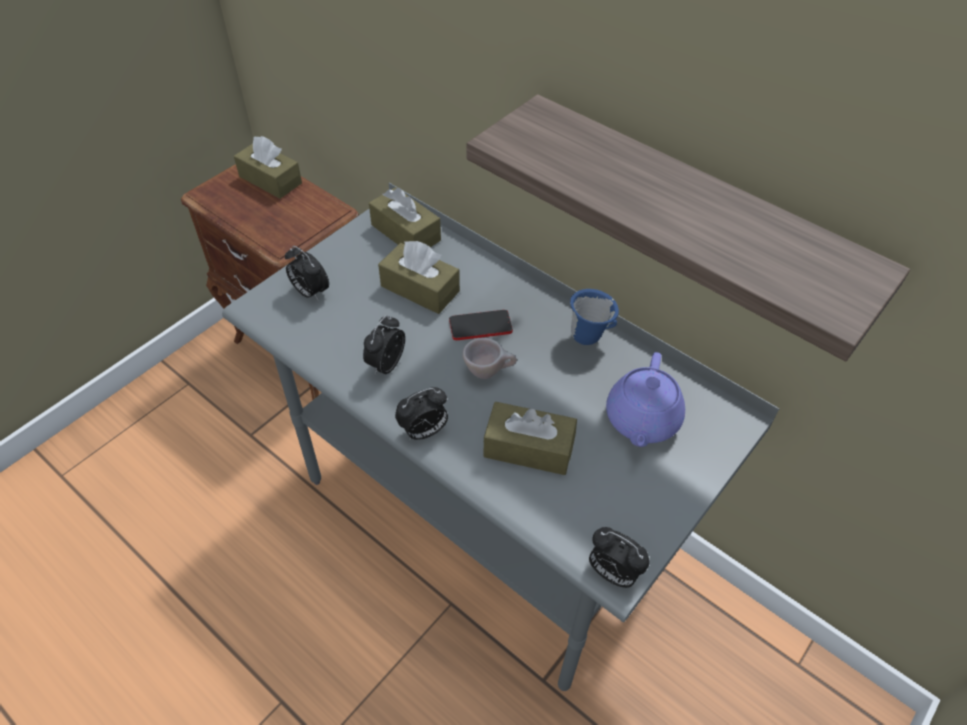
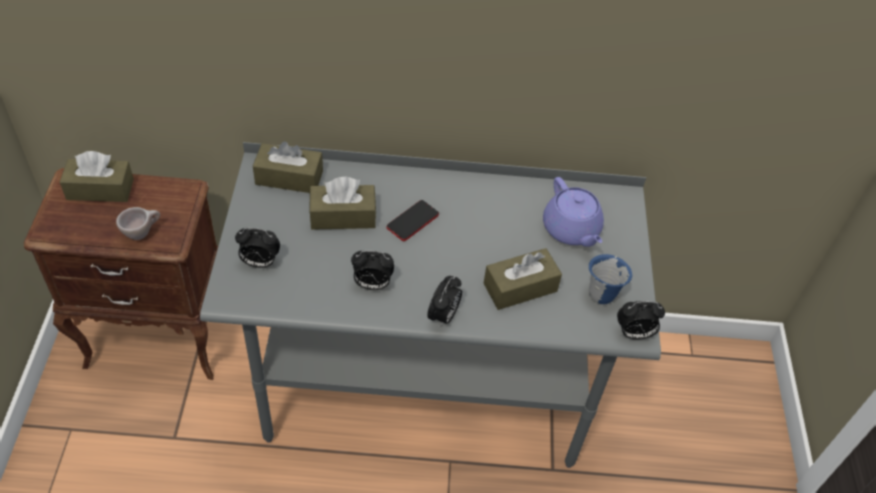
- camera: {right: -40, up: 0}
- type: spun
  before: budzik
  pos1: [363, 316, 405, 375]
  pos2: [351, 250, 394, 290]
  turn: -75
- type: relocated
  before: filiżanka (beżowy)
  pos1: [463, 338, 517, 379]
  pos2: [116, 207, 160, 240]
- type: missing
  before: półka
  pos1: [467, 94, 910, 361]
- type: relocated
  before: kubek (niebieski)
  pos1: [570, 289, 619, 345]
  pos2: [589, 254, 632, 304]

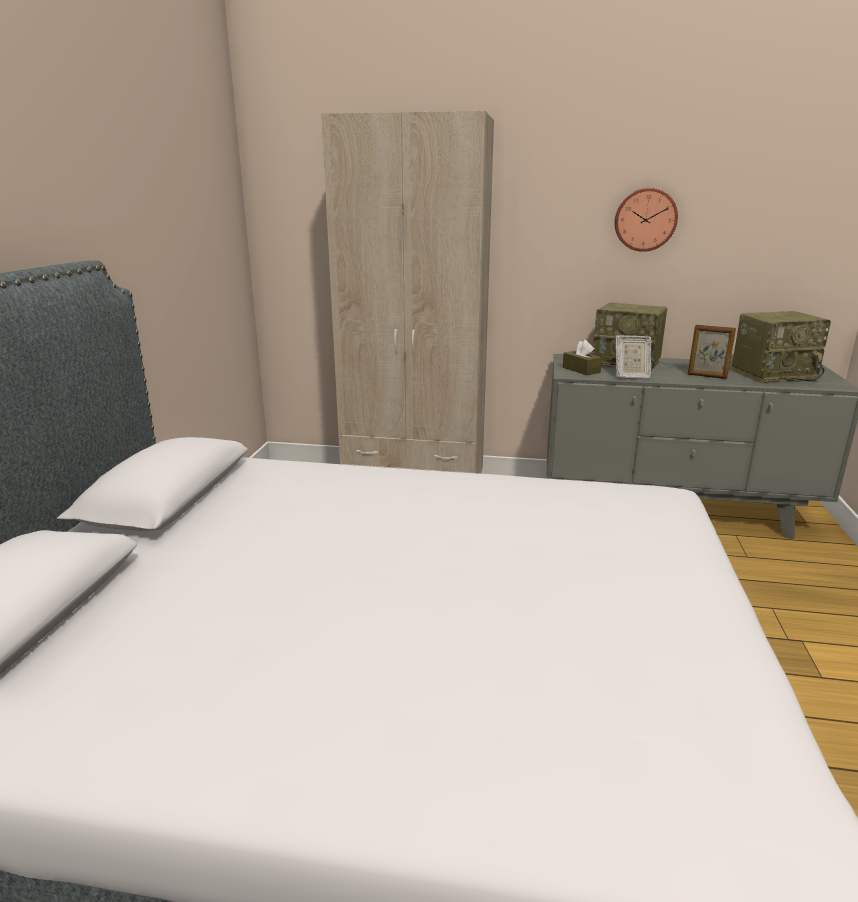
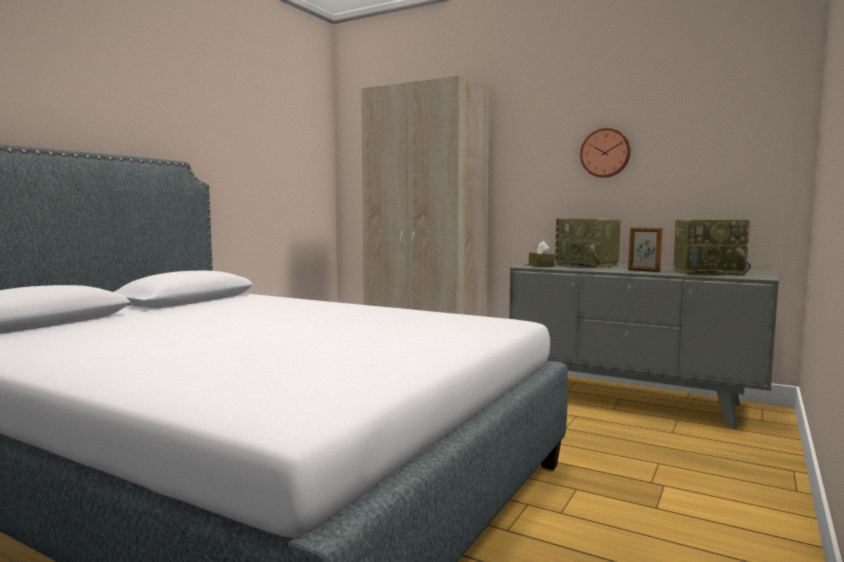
- camera: {right: 20, up: -15}
- type: missing
  before: ramka na zdjęcie
  pos1: [615, 335, 651, 379]

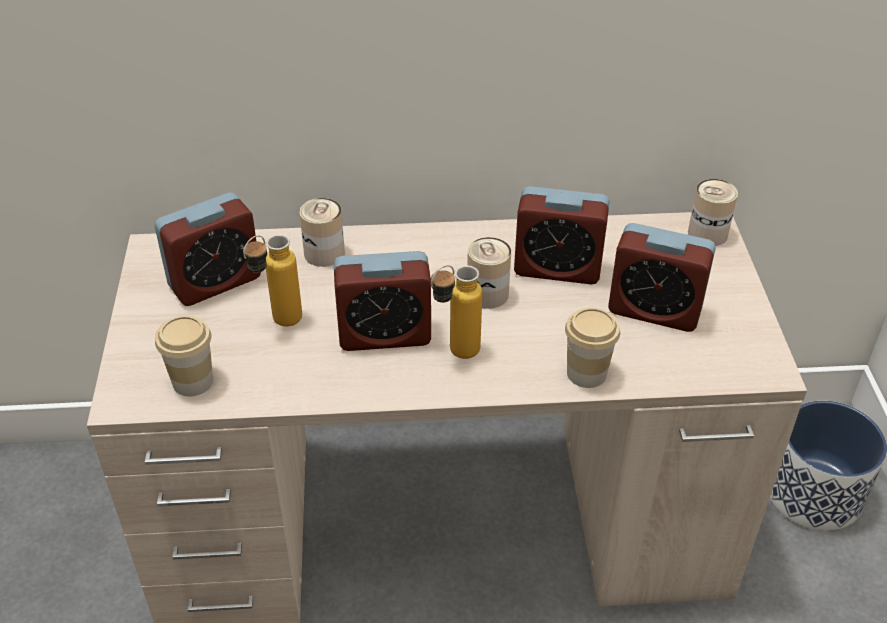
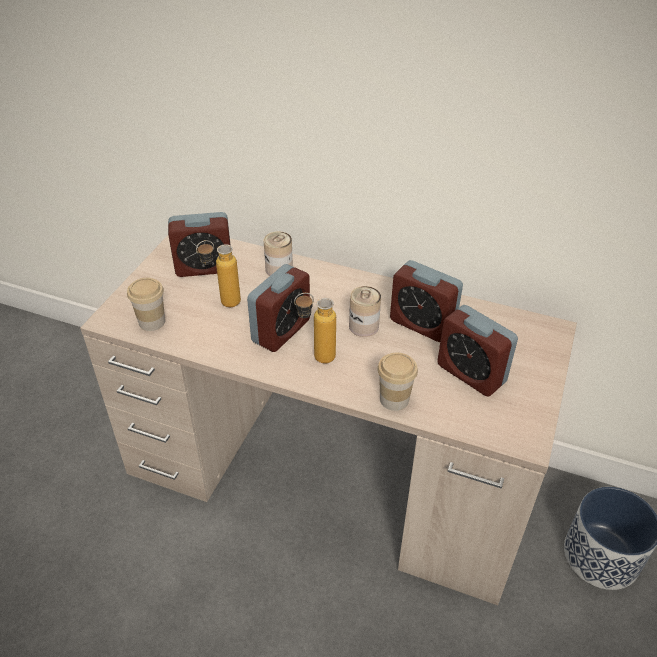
- camera: {right: 25, up: 0}
- type: spun
  before: budzik
  pos1: [334, 251, 431, 351]
  pos2: [247, 264, 310, 352]
  turn: -75
- type: missing
  before: puszka
  pos1: [688, 179, 738, 246]

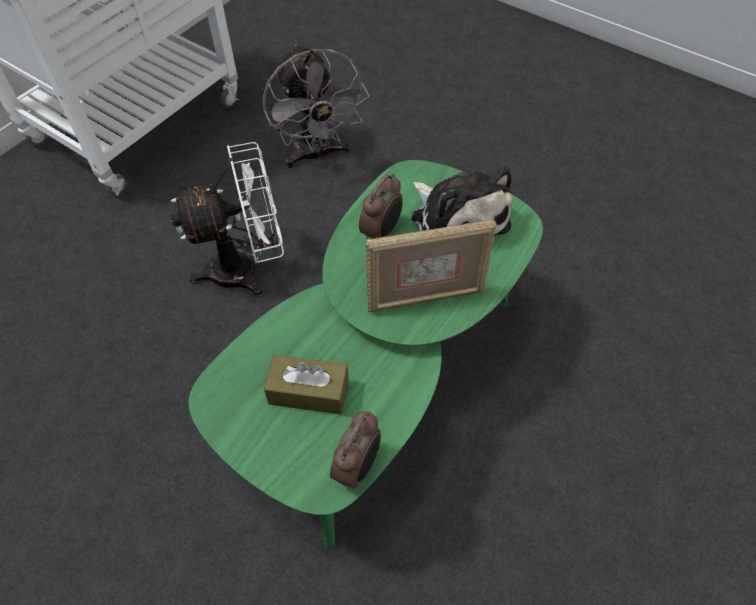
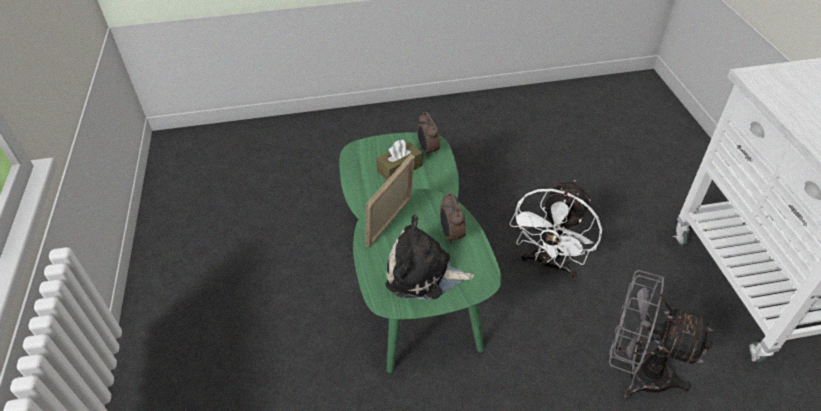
- camera: {right: 135, up: -10}
- type: relocated
  before: budzik
  pos1: [330, 411, 381, 488]
  pos2: [417, 112, 440, 157]

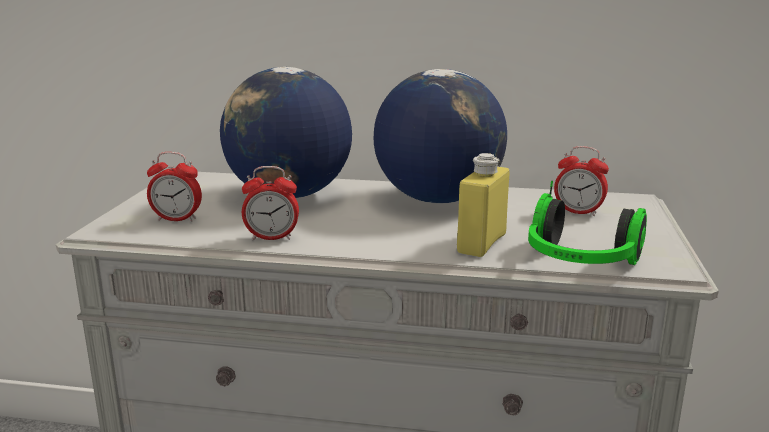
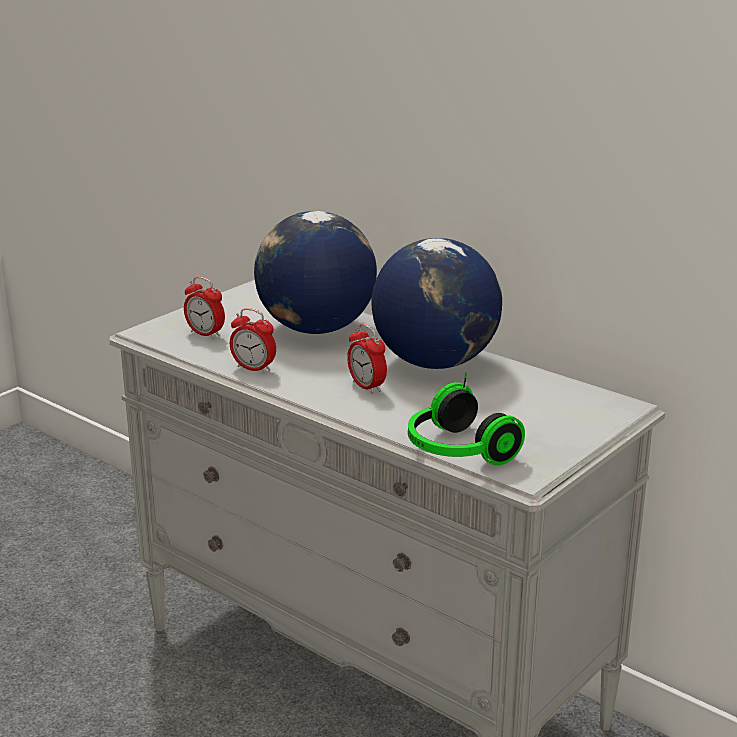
- camera: {right: 30, up: 5}
- type: missing
  before: butelka (żółty)
  pos1: [457, 153, 509, 257]
- type: relocated
  before: budzik
  pos1: [554, 146, 609, 216]
  pos2: [347, 324, 387, 394]

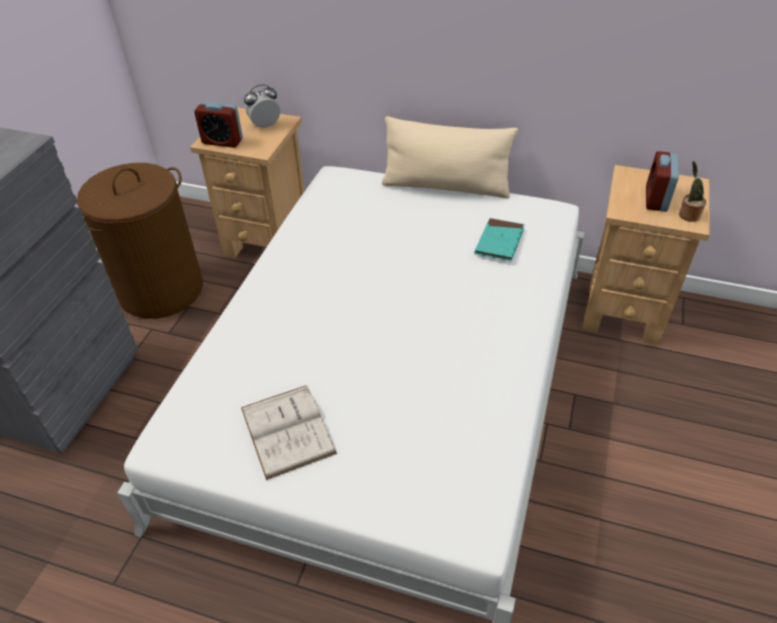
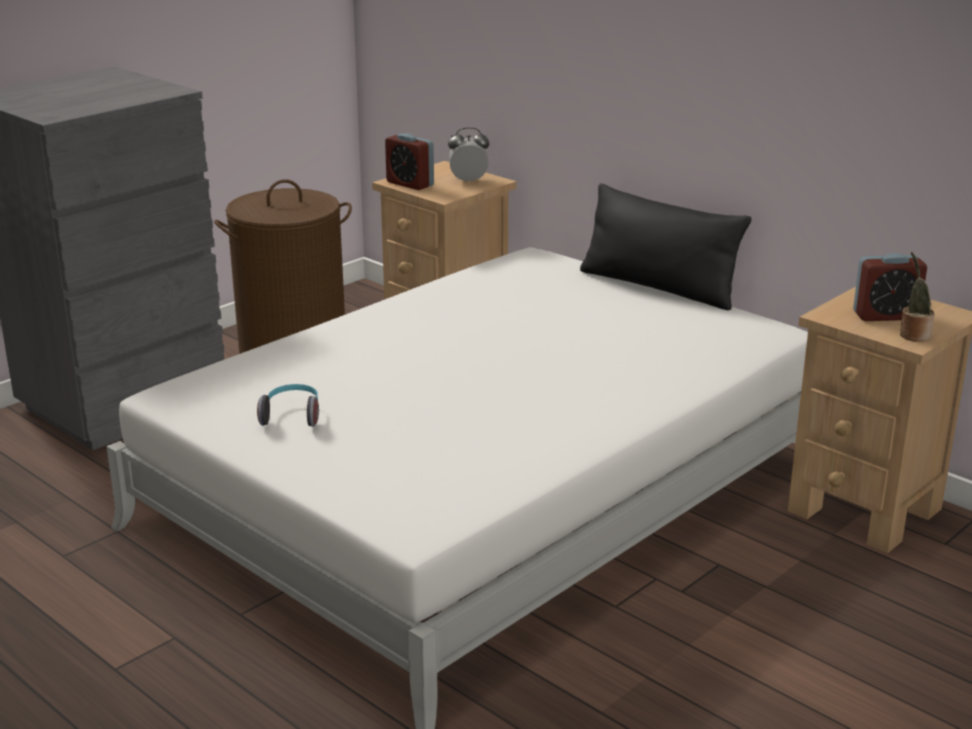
- camera: {right: 25, up: -20}
- type: exchanged
  before: książka (biały)
  after: słuchawki
  pos1: [241, 385, 337, 480]
  pos2: [257, 384, 319, 427]
- type: colour
  before: poduszka (beżowy)
  after: poduszka (czarny)
  pos1: [382, 116, 518, 198]
  pos2: [580, 183, 751, 310]
- type: missing
  before: książka (turkusowy)
  pos1: [475, 218, 525, 261]
- type: spun
  before: budzik
  pos1: [646, 151, 679, 212]
  pos2: [853, 253, 927, 321]
  turn: -135

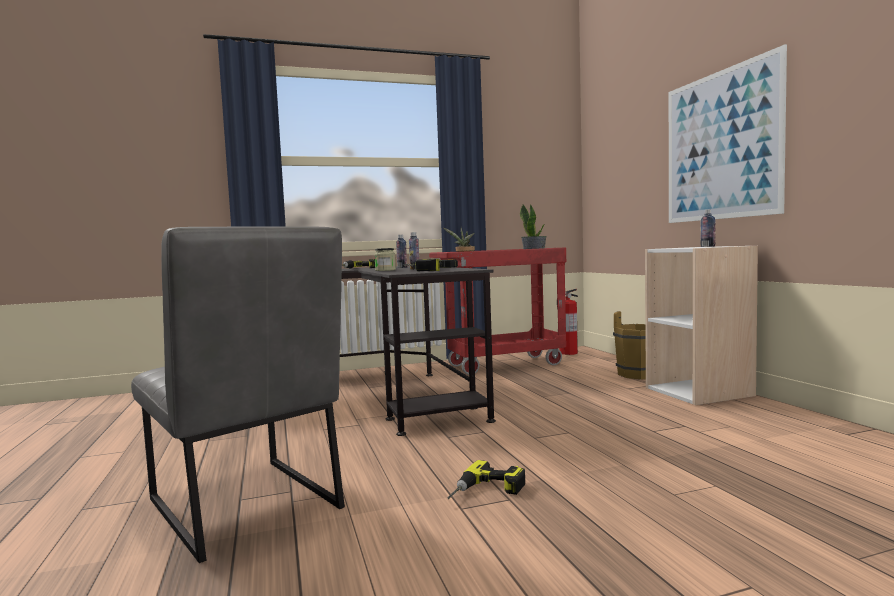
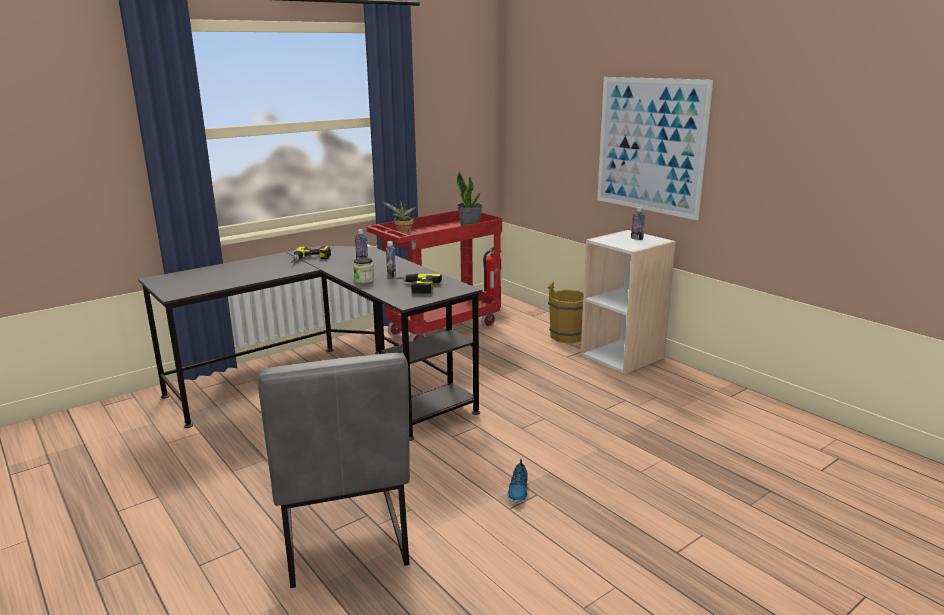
- camera: {right: -20, up: 15}
- type: spun
  before: krzesło (szary)
  pos1: [131, 226, 345, 563]
  pos2: [257, 353, 410, 588]
  turn: 45
- type: exchanged
  before: wiertarka
  after: but
  pos1: [447, 460, 525, 499]
  pos2: [507, 459, 528, 503]

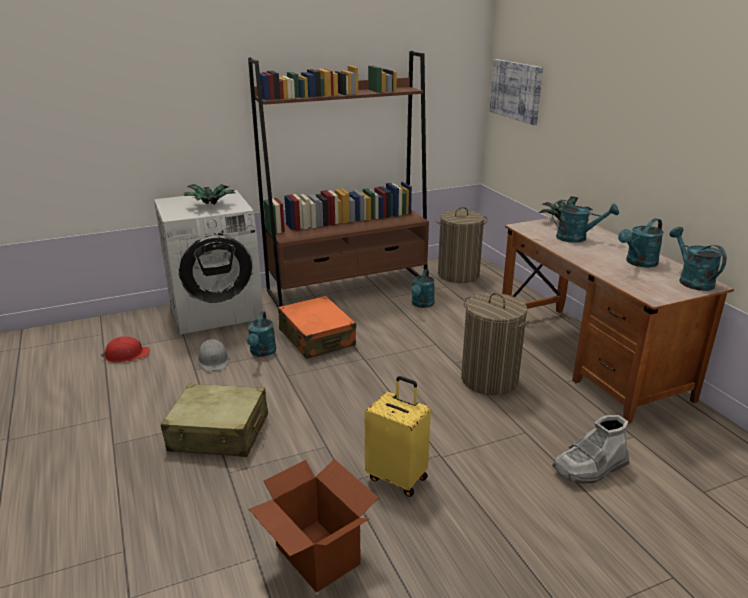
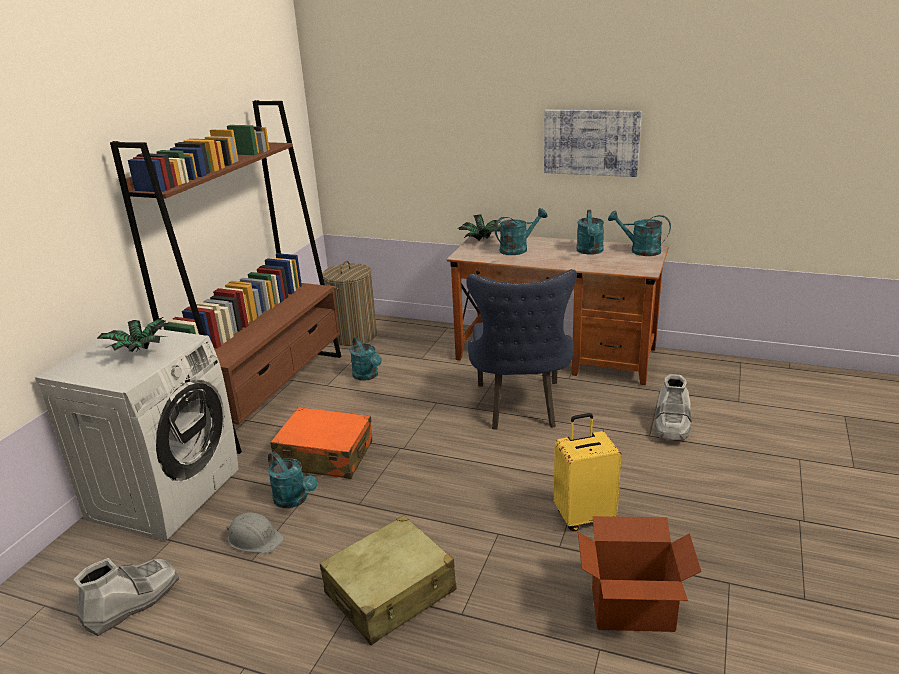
- camera: {right: -45, up: 0}
- type: exchanged
  before: kask (czerwony)
  after: but z cholewką (szary)
  pos1: [101, 336, 150, 363]
  pos2: [73, 558, 179, 636]
- type: exchanged
  before: kosz na pranie
  after: krzesło (niebieski)
  pos1: [461, 293, 529, 395]
  pos2: [466, 269, 577, 430]
- type: relocated
  before: obraz
  pos1: [490, 59, 543, 125]
  pos2: [544, 110, 642, 177]

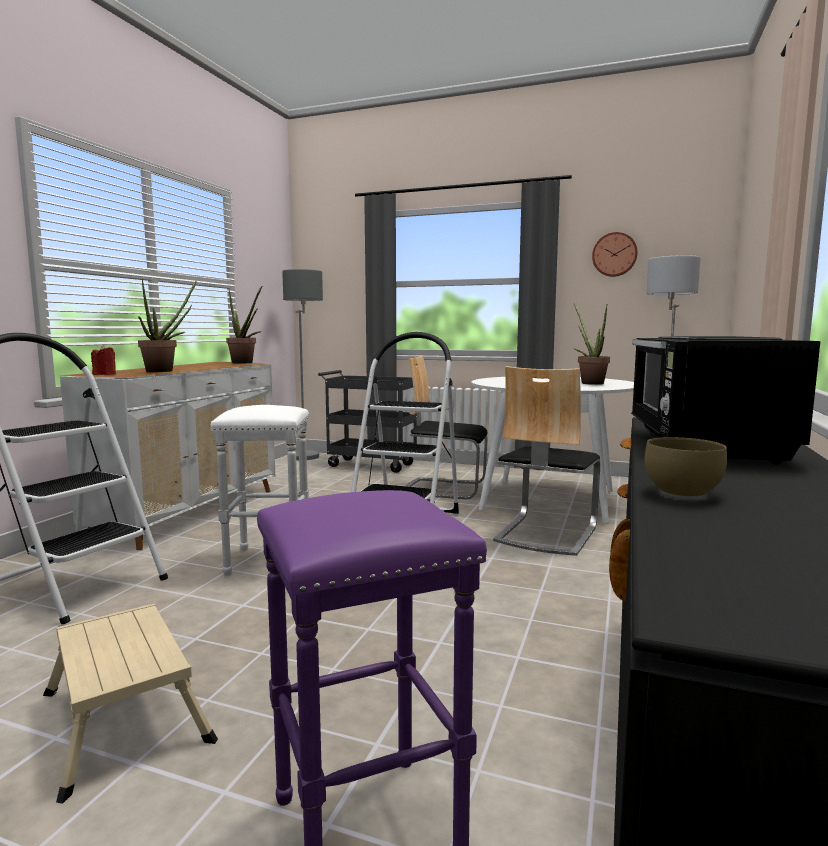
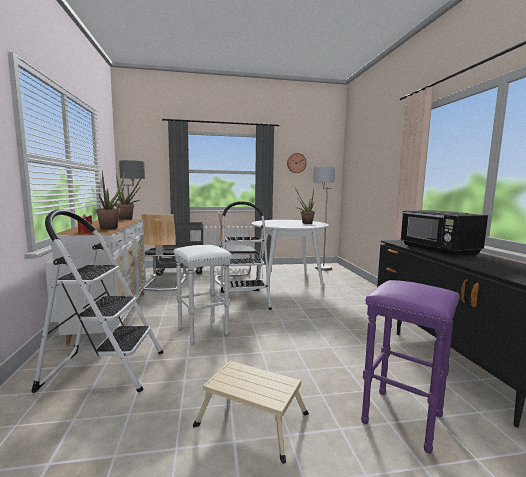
- camera: {right: -30, up: 0}
- type: relocated
  before: krzesło
  pos1: [493, 366, 600, 556]
  pos2: [142, 214, 186, 291]
- type: missing
  before: miska (brązowy)
  pos1: [645, 437, 727, 498]

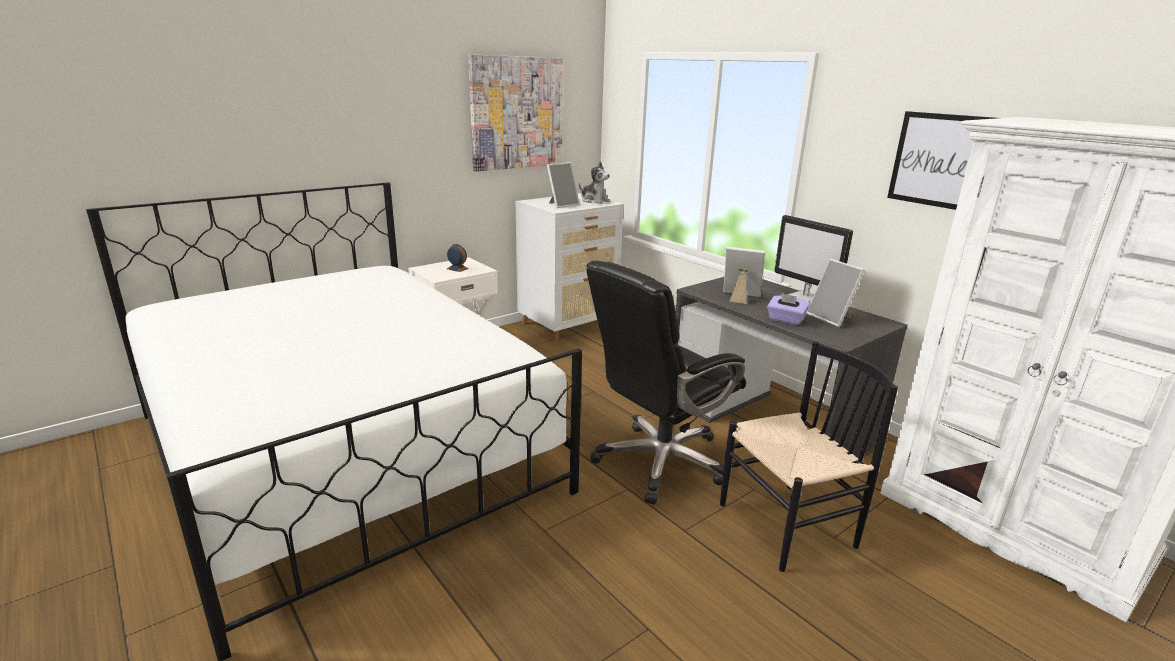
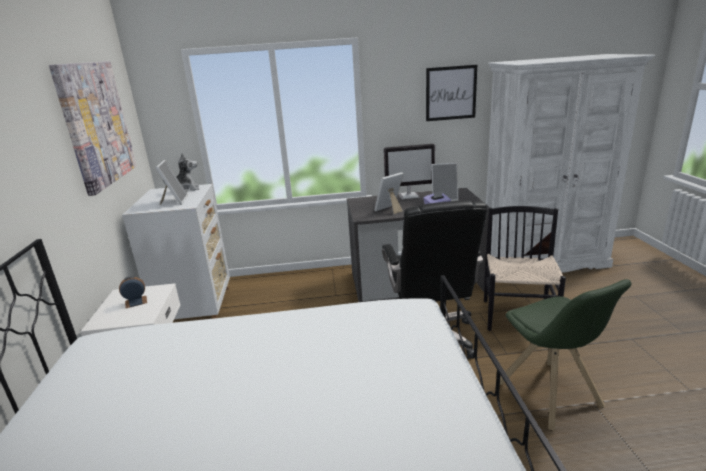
- camera: {right: -55, up: 0}
- type: appeared
  after: krzesło (zielony)
  pos2: [500, 279, 632, 431]

